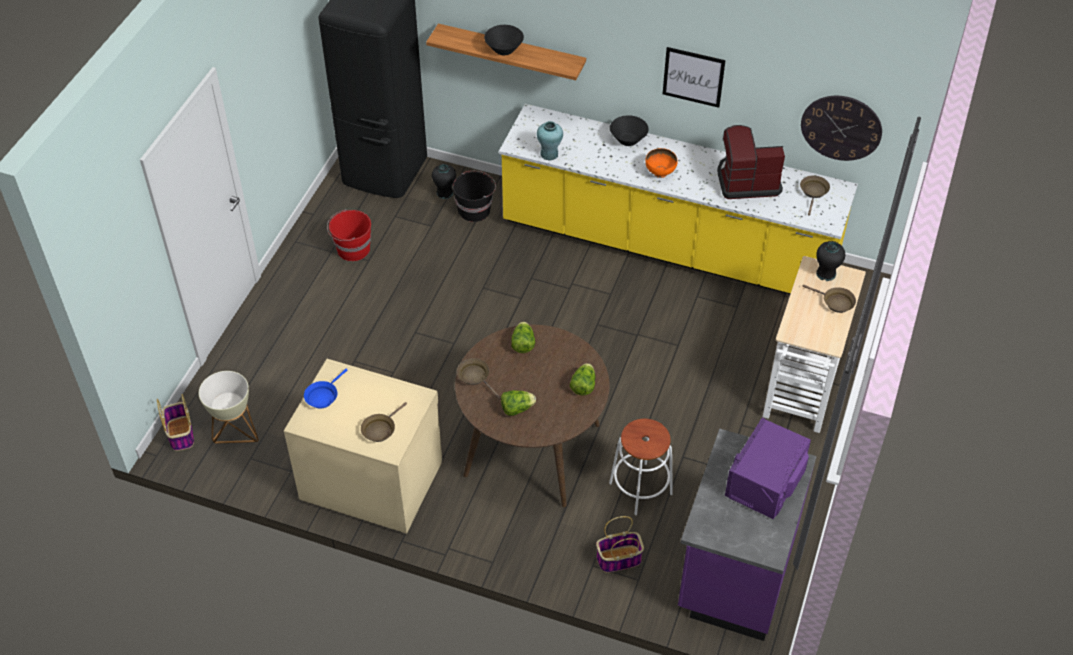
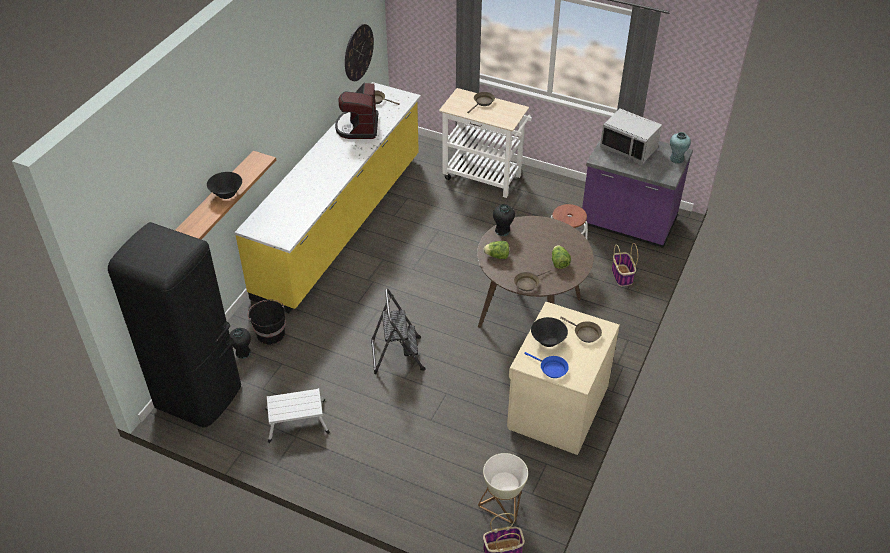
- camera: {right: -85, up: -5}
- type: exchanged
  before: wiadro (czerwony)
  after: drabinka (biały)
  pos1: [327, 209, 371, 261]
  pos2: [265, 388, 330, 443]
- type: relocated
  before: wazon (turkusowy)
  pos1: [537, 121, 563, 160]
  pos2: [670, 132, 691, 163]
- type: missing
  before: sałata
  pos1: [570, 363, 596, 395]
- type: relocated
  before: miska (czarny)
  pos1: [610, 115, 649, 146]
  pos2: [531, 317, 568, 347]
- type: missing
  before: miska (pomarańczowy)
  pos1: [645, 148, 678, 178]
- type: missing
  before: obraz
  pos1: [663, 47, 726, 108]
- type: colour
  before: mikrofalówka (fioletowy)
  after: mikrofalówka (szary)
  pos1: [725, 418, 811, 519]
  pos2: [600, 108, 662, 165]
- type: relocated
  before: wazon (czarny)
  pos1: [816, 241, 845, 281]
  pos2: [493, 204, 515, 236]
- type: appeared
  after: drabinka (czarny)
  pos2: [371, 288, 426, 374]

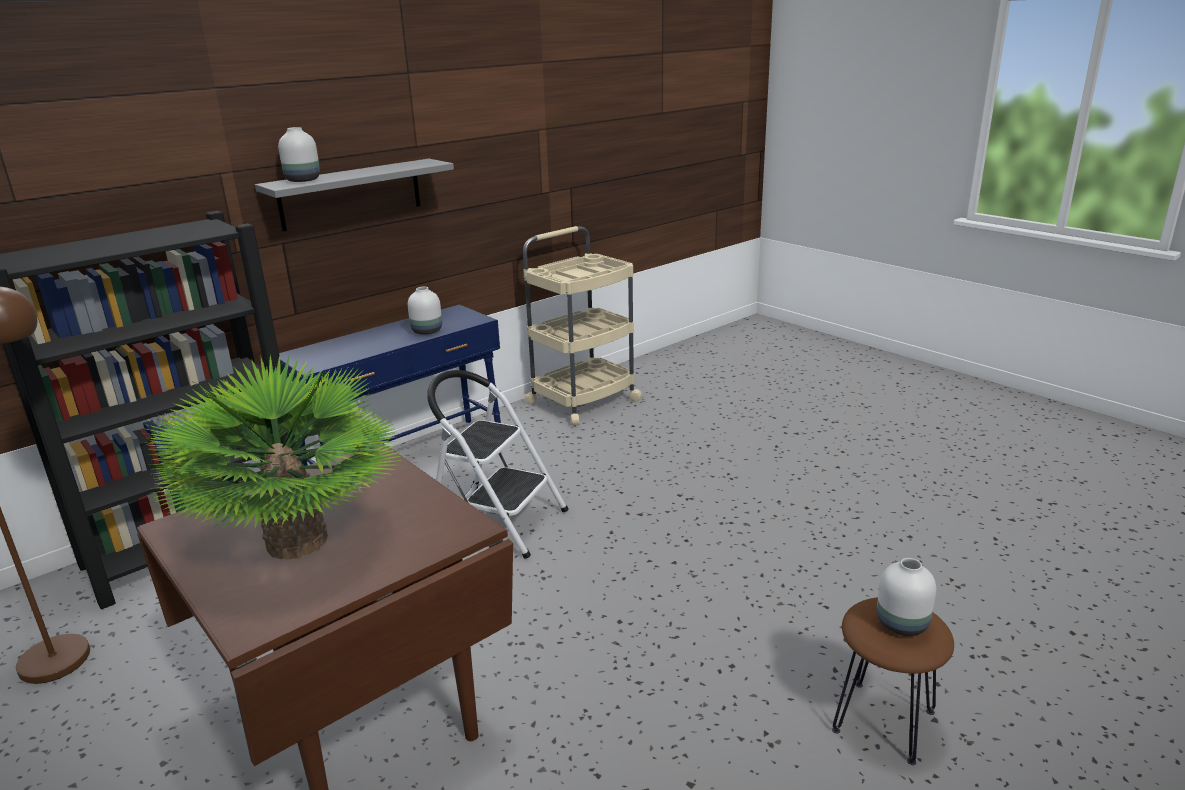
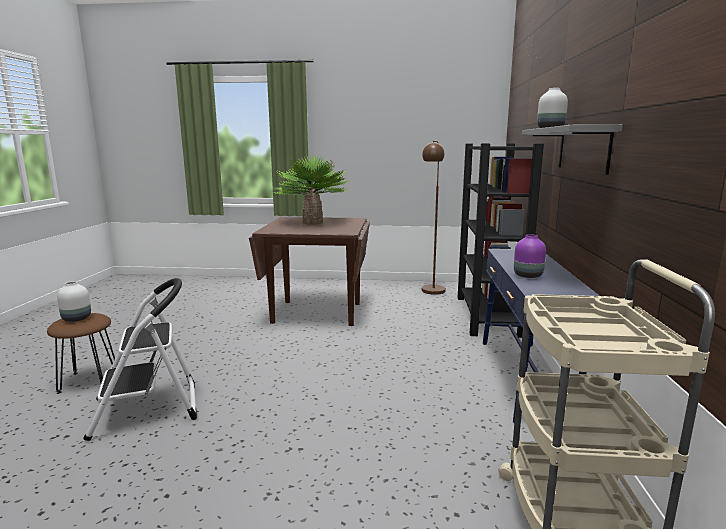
- camera: {right: 135, up: -10}
- type: colour
  before: wazon (biały)
  after: wazon (fioletowy)
  pos1: [408, 286, 442, 335]
  pos2: [514, 234, 546, 278]
- type: relocated
  before: drabinka
  pos1: [427, 370, 569, 559]
  pos2: [83, 278, 197, 441]

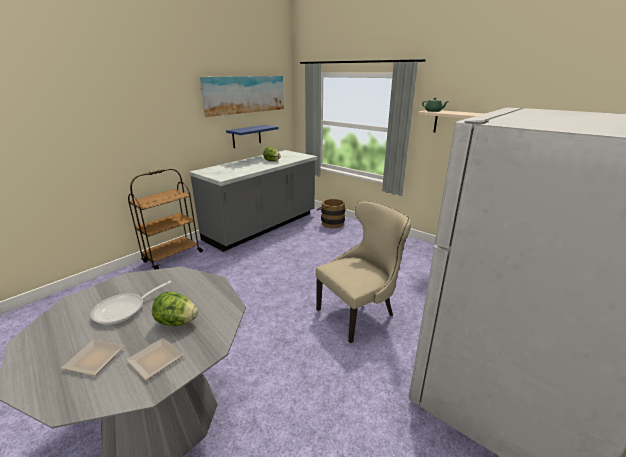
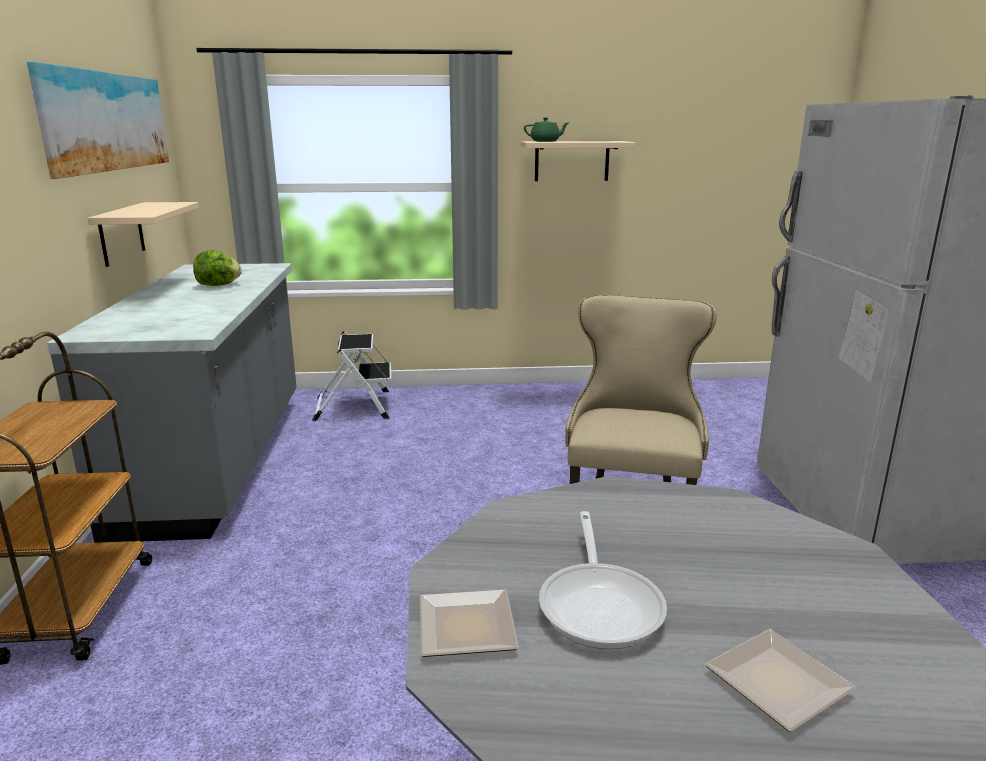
- camera: {right: -45, up: -5}
- type: relocated
  before: talerz
  pos1: [126, 338, 184, 380]
  pos2: [420, 590, 519, 657]
- type: missing
  before: sałata
  pos1: [152, 292, 198, 326]
- type: colour
  before: półka (niebieski)
  after: półka (beżowy)
  pos1: [226, 125, 279, 148]
  pos2: [88, 202, 199, 267]
- type: exchanged
  before: wiadro (brązowy)
  after: drabinka
  pos1: [317, 199, 346, 228]
  pos2: [312, 331, 391, 421]

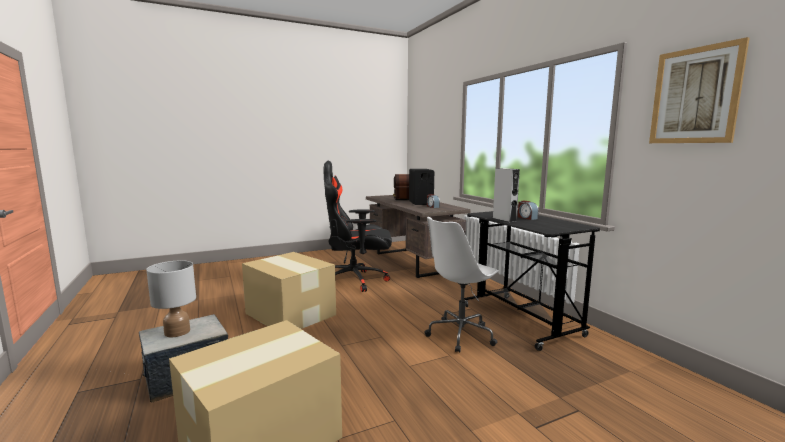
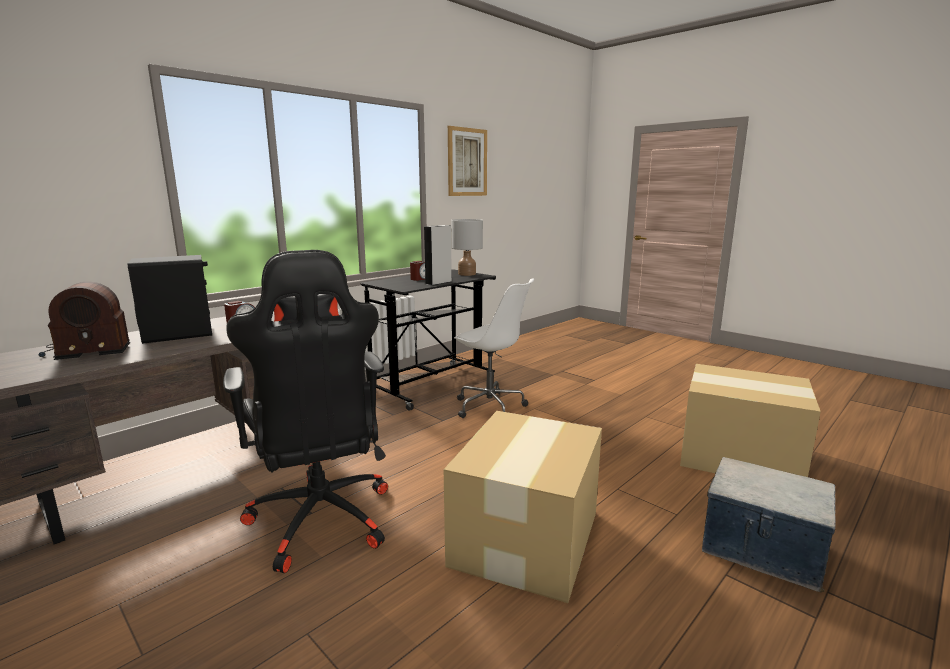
- camera: {right: -110, up: 5}
- type: relocated
  before: lampa stołowa (szary)
  pos1: [146, 260, 196, 337]
  pos2: [451, 219, 483, 276]

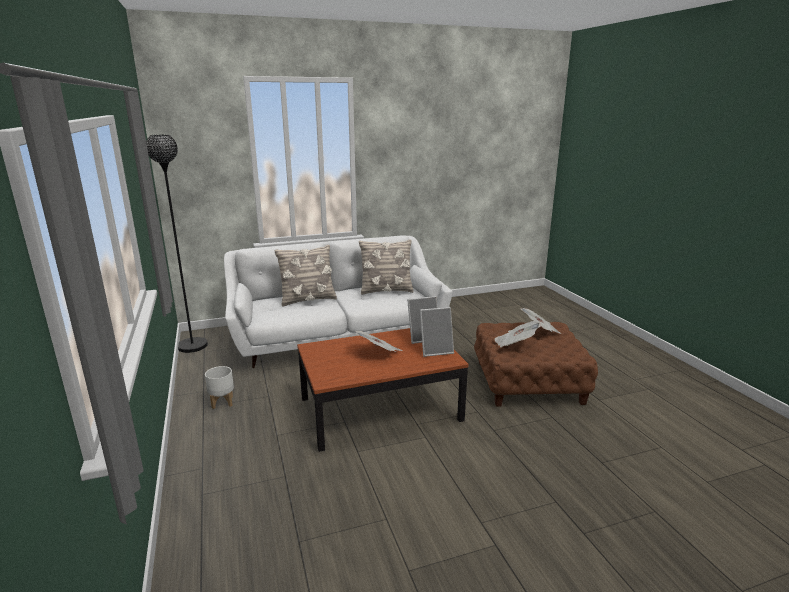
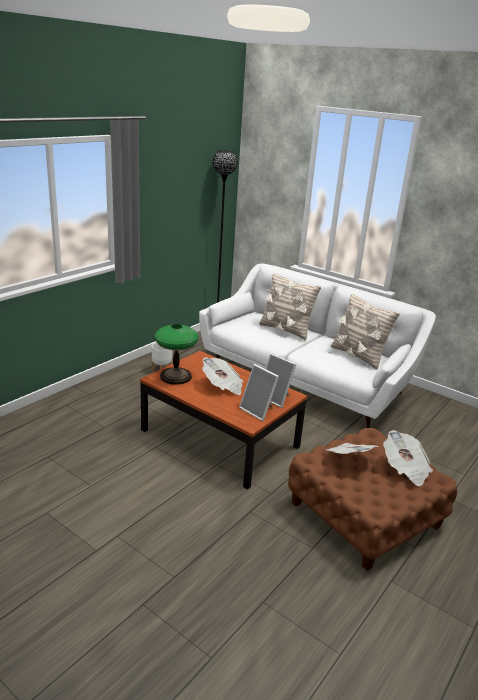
- camera: {right: 55, up: 5}
- type: appeared
  after: lampa stołowa
  pos2: [155, 324, 199, 385]

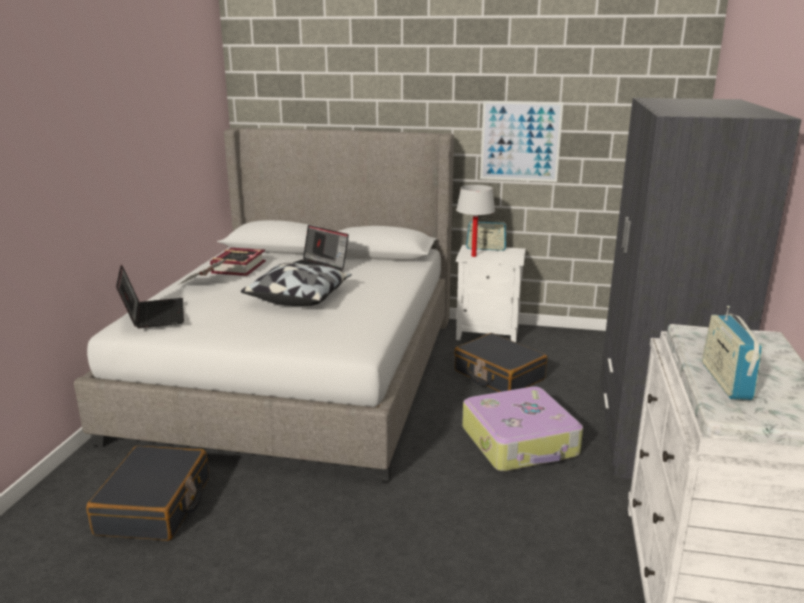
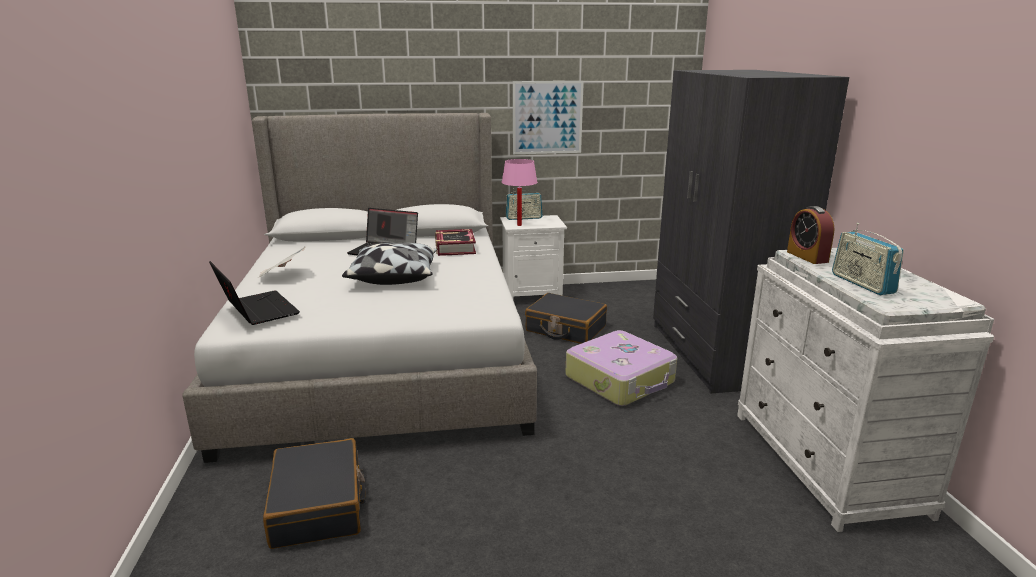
- camera: {right: -20, up: 0}
- type: relocated
  before: książka
  pos1: [210, 248, 266, 276]
  pos2: [435, 229, 476, 256]
- type: colour
  before: lampa stołowa (biały)
  after: lampa stołowa (różowy)
  pos1: [456, 185, 495, 257]
  pos2: [502, 159, 537, 226]
- type: appeared
  after: budzik
  pos2: [787, 206, 834, 264]

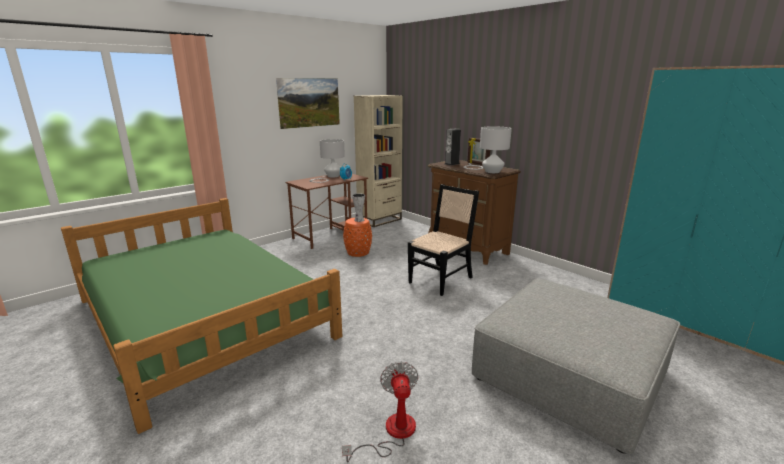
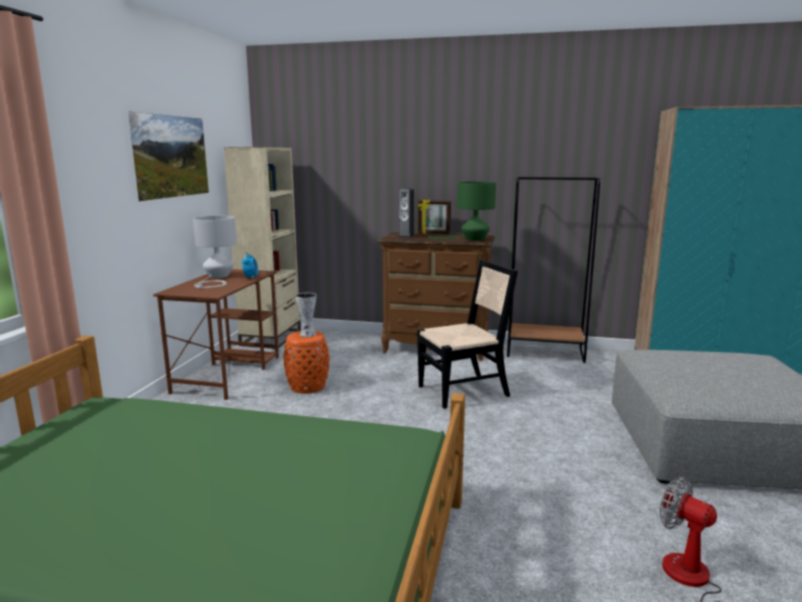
- camera: {right: -35, up: -5}
- type: spun
  before: krzesło
  pos1: [408, 184, 479, 296]
  pos2: [417, 259, 518, 409]
  turn: 60
- type: colour
  before: lampa stołowa (biały)
  after: lampa stołowa (zielony)
  pos1: [463, 126, 512, 173]
  pos2: [429, 181, 496, 241]
- type: appeared
  after: wieszak
  pos2: [507, 177, 601, 363]

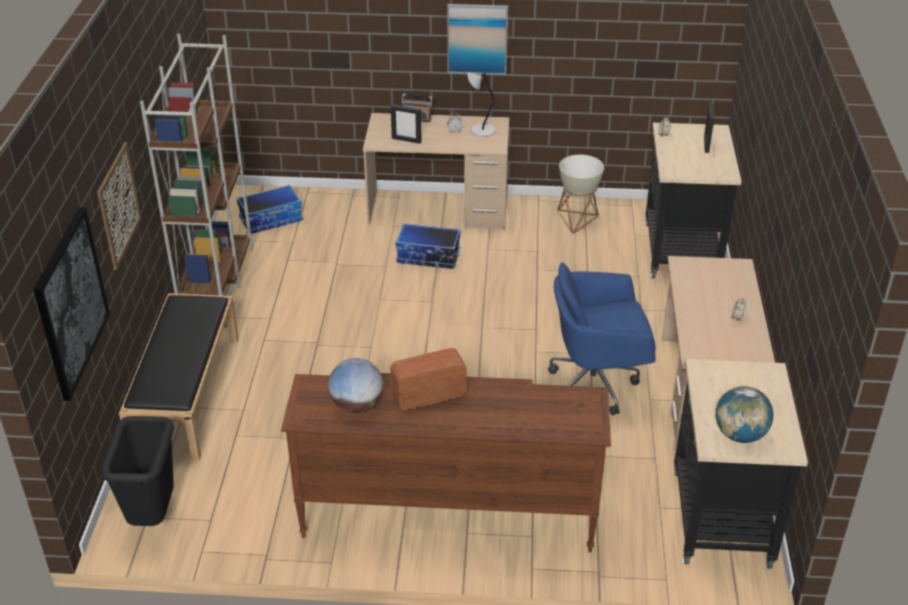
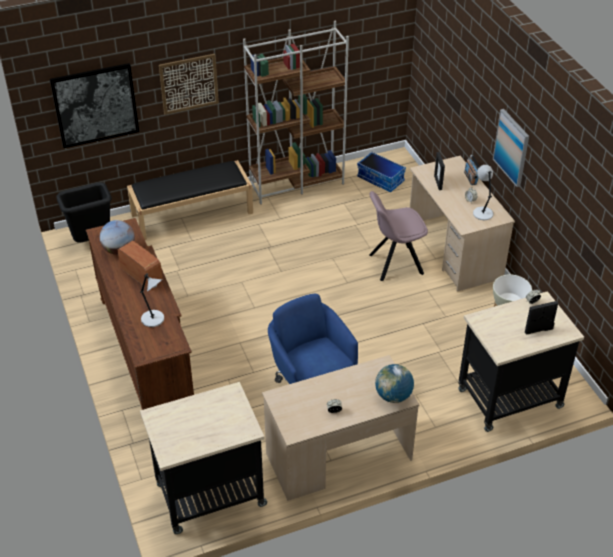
- camera: {right: 65, up: 5}
- type: exchanged
  before: pojemnik do przechowywania
  after: krzesło (różowy)
  pos1: [395, 223, 461, 269]
  pos2: [369, 191, 428, 281]
- type: relocated
  before: globus
  pos1: [716, 386, 773, 443]
  pos2: [375, 364, 414, 403]
- type: appeared
  after: lampa stołowa (szary)
  pos2: [140, 273, 164, 327]

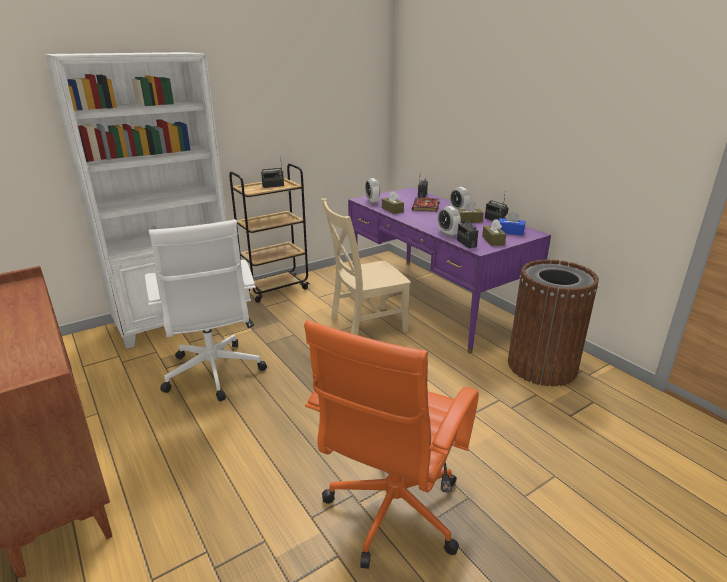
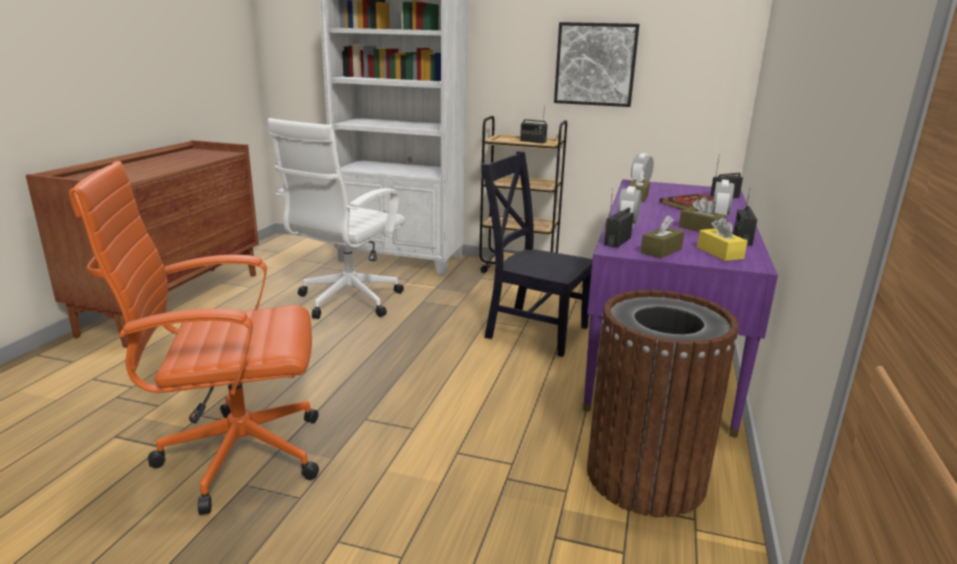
- camera: {right: 50, up: -5}
- type: colour
  before: krzesło (beżowy)
  after: krzesło (czarny)
  pos1: [321, 198, 411, 335]
  pos2: [481, 151, 592, 357]
- type: colour
  before: pudełko chusteczek (niebieski)
  after: pudełko chusteczek (żółty)
  pos1: [499, 211, 525, 236]
  pos2: [697, 217, 747, 261]
- type: appeared
  after: obraz
  pos2: [554, 22, 640, 107]

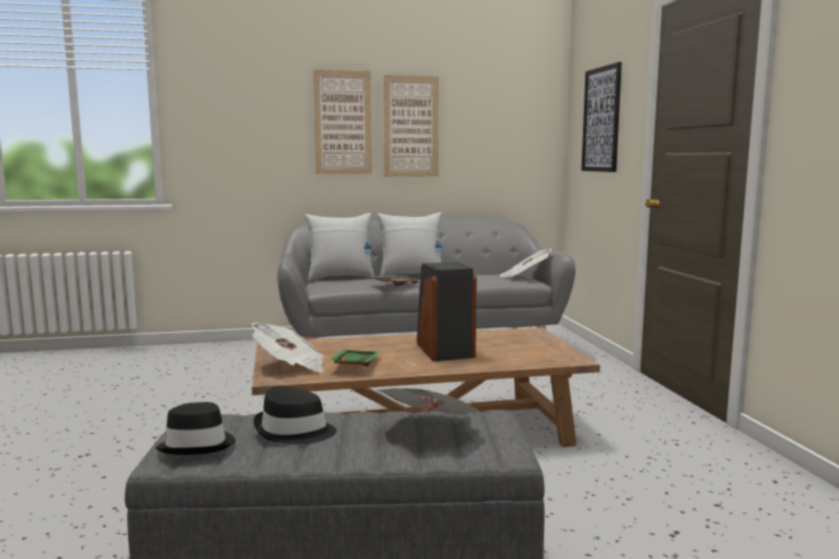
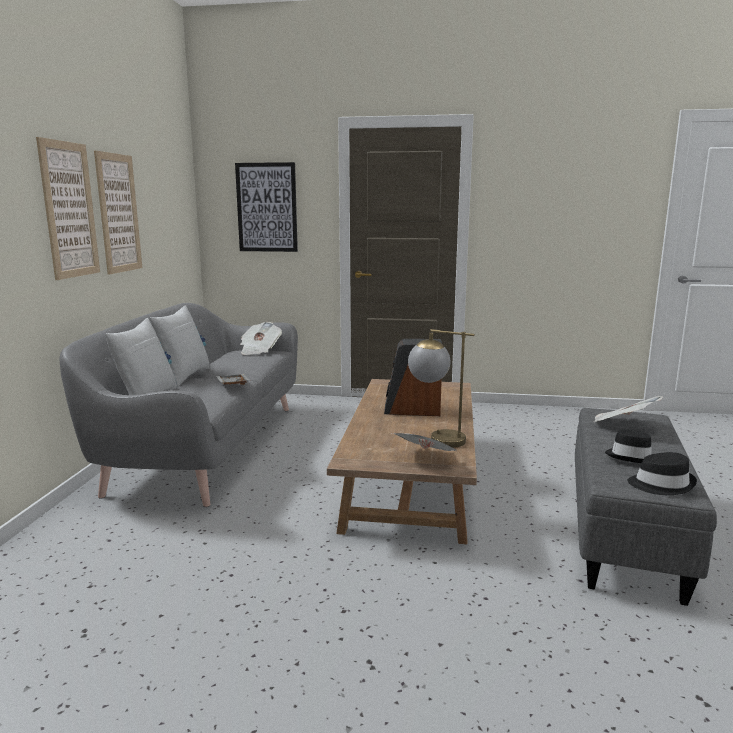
- camera: {right: -70, up: 5}
- type: exchanged
  before: taca (zielony)
  after: lampa stołowa
  pos1: [328, 349, 380, 367]
  pos2: [408, 329, 475, 448]

